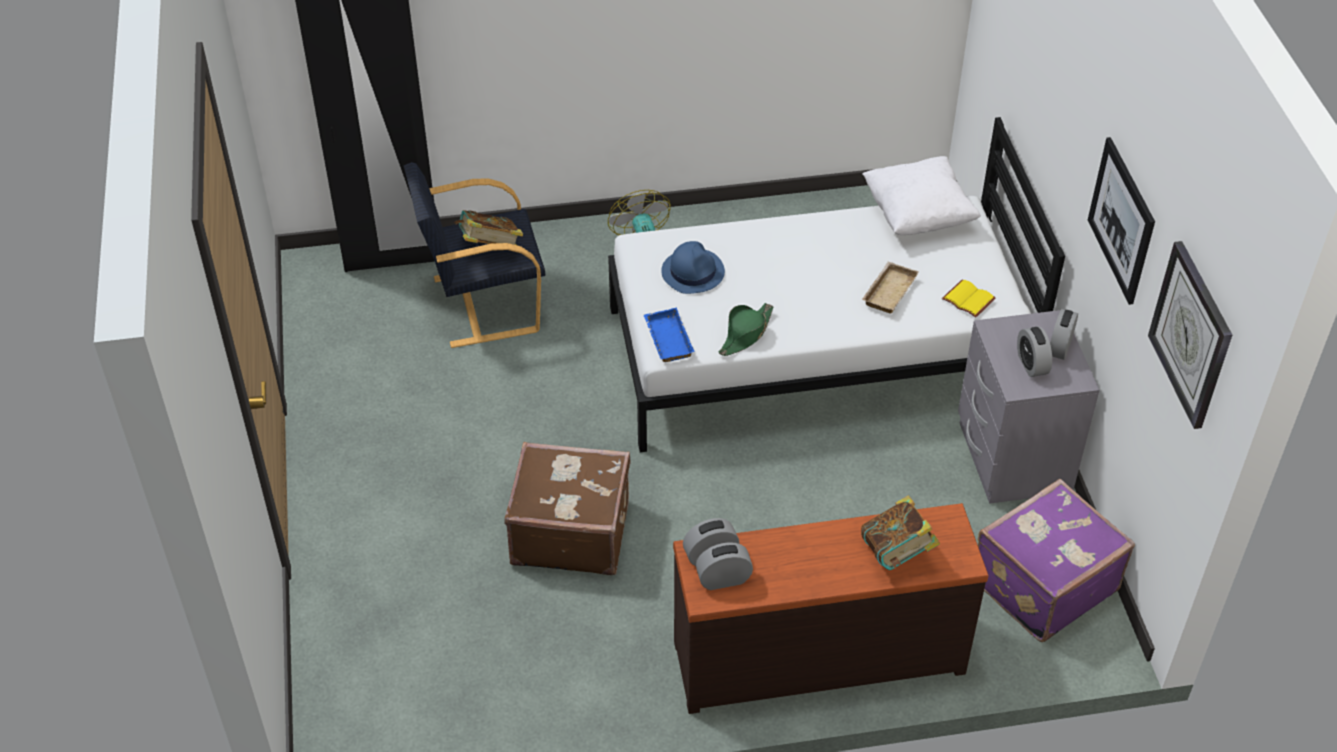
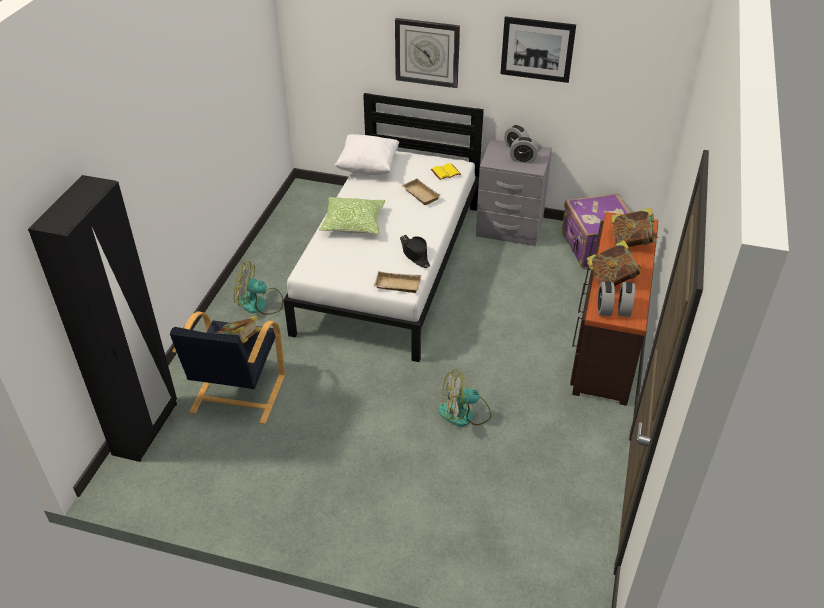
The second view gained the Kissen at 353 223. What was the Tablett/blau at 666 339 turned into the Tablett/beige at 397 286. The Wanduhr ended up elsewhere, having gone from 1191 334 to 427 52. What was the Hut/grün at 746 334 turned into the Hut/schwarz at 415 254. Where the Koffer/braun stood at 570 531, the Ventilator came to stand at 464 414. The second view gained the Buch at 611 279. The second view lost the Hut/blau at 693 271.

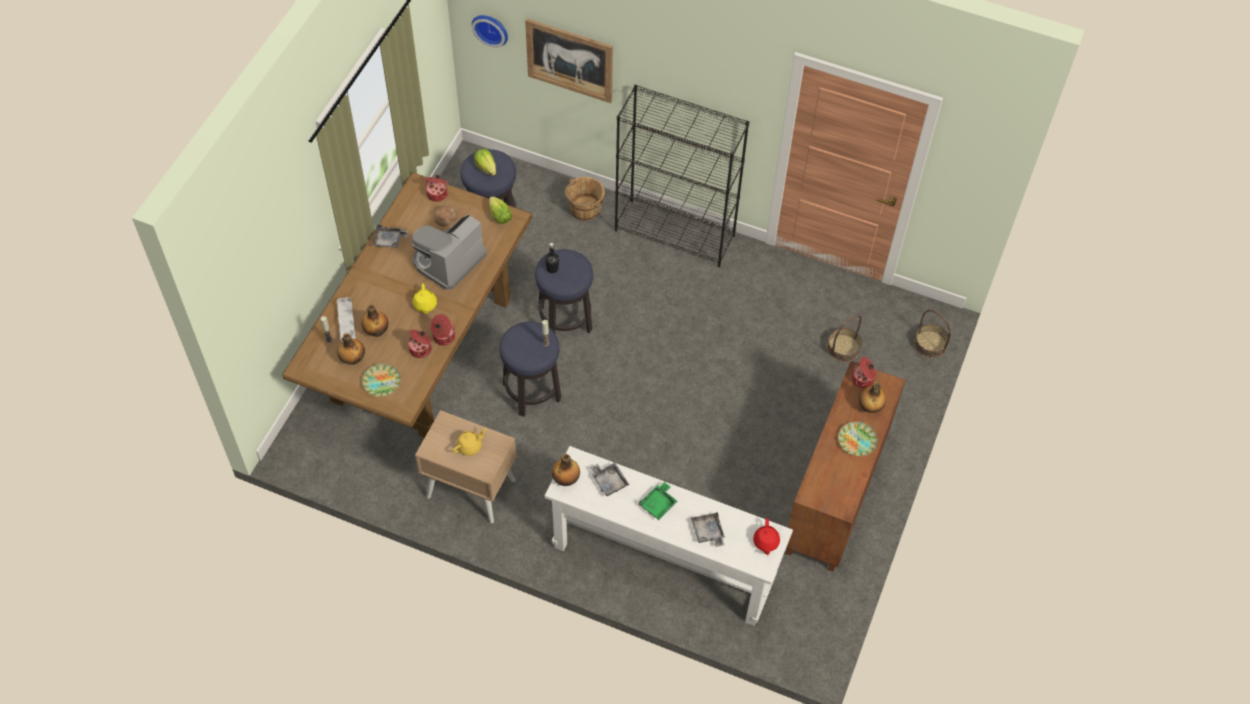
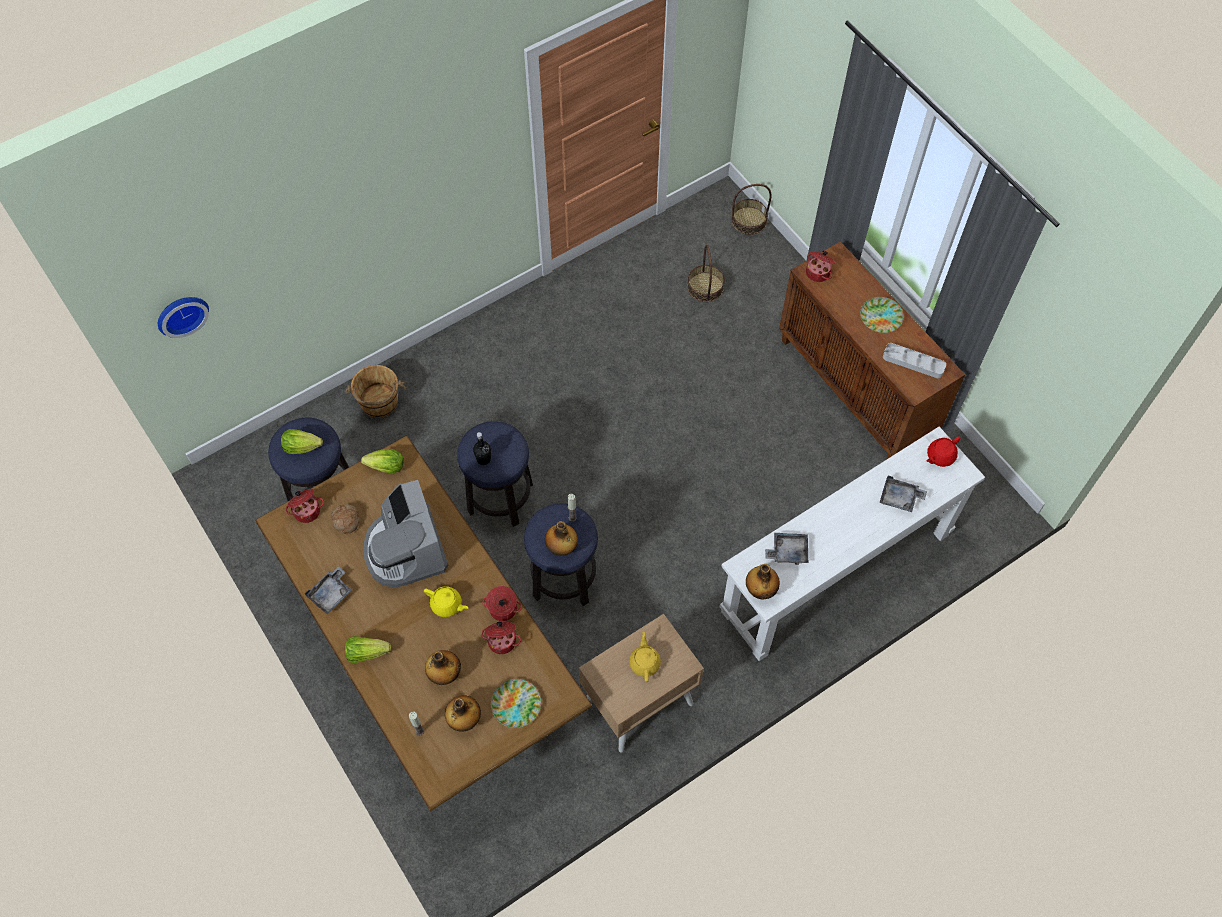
The second view gained the Salatkopf at 366 652. The Flasche ended up elsewhere, having gone from 869 407 to 561 547. The Tablett/grau ended up elsewhere, having gone from 346 323 to 913 362. The Teekanne/rot at 765 542 ended up facing another way, 105 degrees clockwise from before. The second view lost the Bild at 570 60. The second view lost the Bücherregal/schwarz at 675 233. The second view lost the Tablett/grün at 658 504.

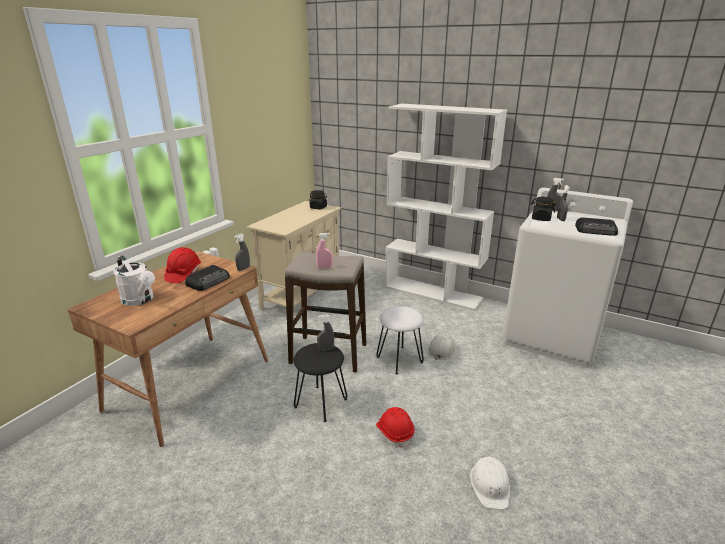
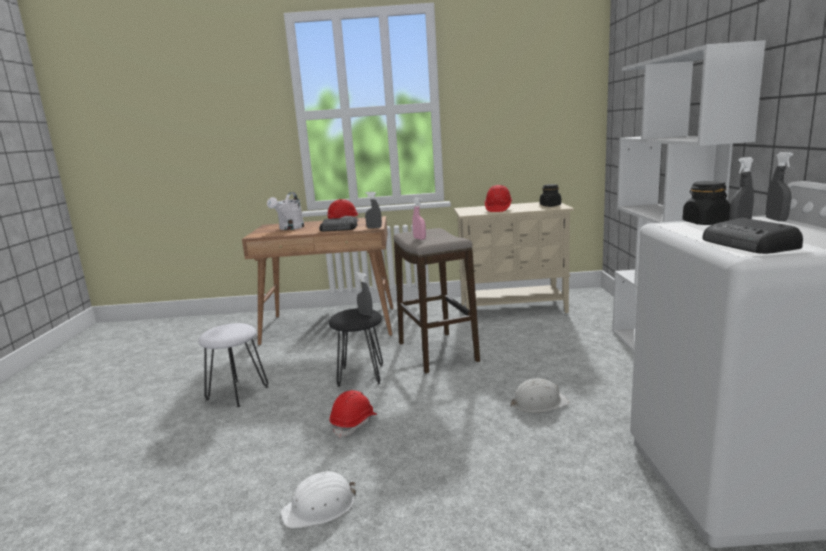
The Hocker/weiß ended up elsewhere, having gone from 400 359 to 238 393. The second view gained the Schutzhelm/rot at 498 209.

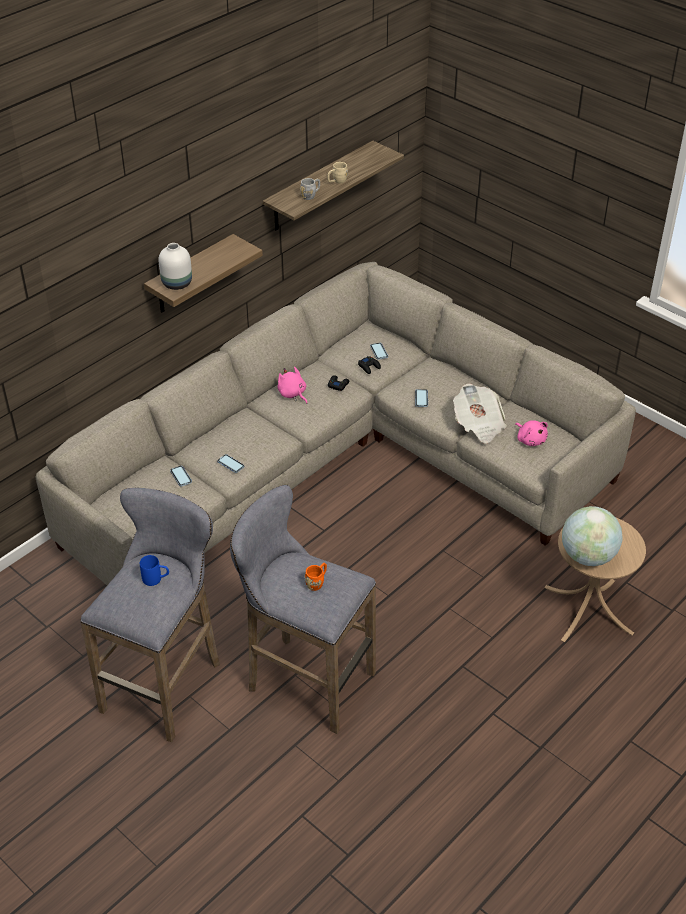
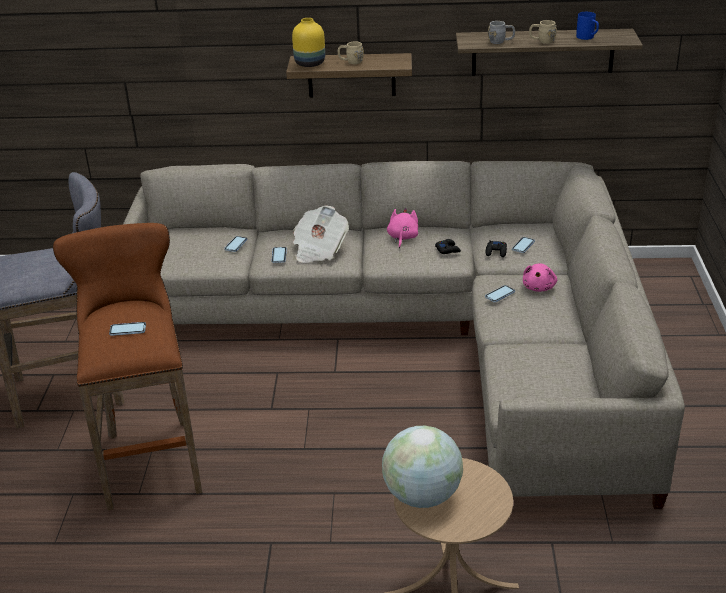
What was the Hocker/grau at 305 680 turned into the Hocker/braun at 151 458. Where the Henkelbecher/orange stood at 317 582, the Handy came to stand at 128 330. What was the Vase/weiß at 178 283 turned into the Vase/gelb at 310 64. The Zeitung ended up elsewhere, having gone from 478 425 to 319 249. The second view gained the Henkelbecher/beige at 351 61. The Plüschtier/rosa ended up elsewhere, having gone from 530 439 to 539 287. The Henkelbecher/blau ended up elsewhere, having gone from 156 579 to 587 38.

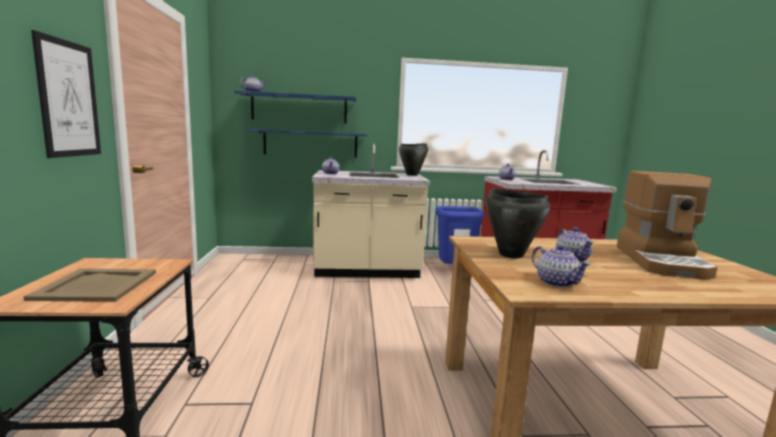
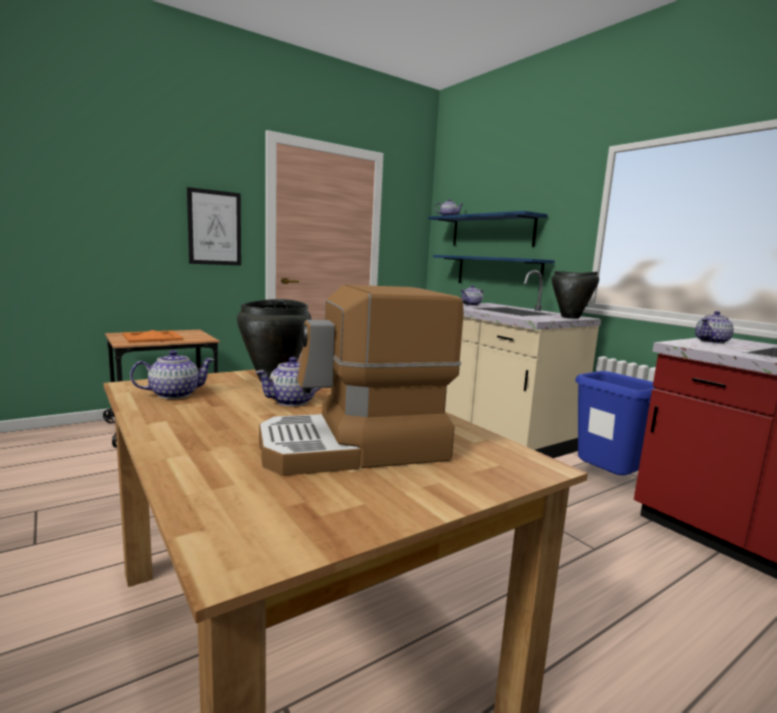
What was the Tablett/beige at 95 285 turned into the Tablett/orange at 152 337. The Teekanne at 556 282 ended up facing another way, 150 degrees counterclockwise from before.

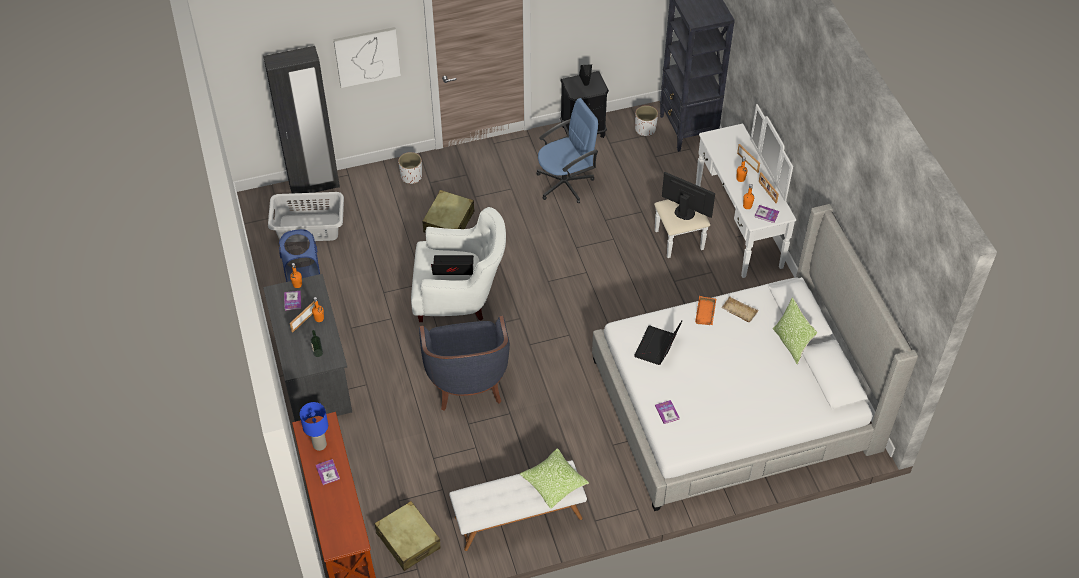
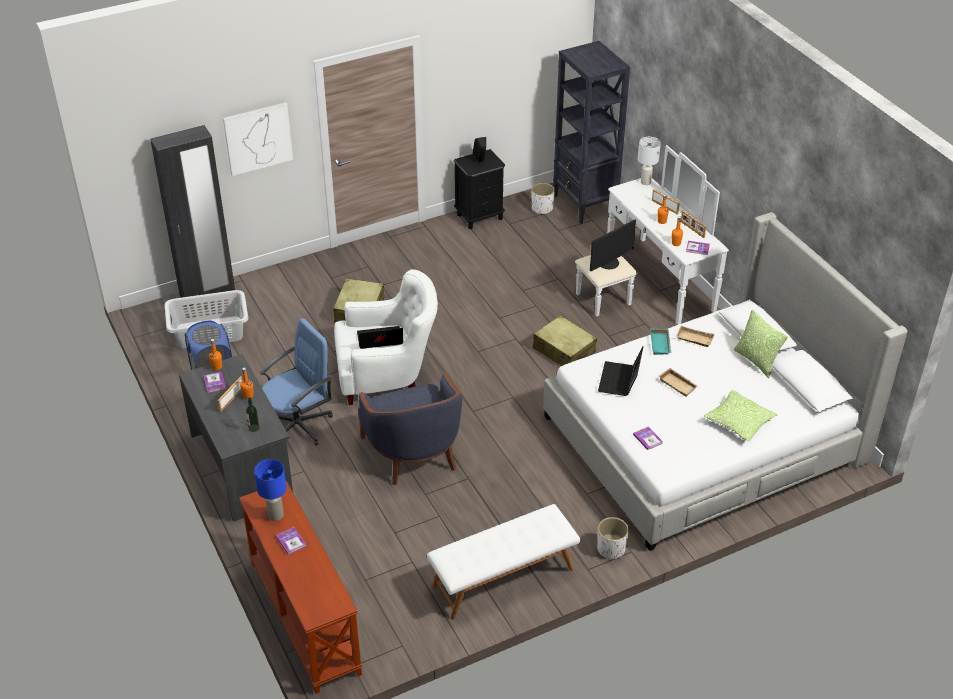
The Bürostuhl/blau ended up elsewhere, having gone from 565 183 to 299 425. The Koffer/beige ended up elsewhere, having gone from 408 541 to 564 350. The Monitor at 685 211 ended up facing another way, 120 degrees clockwise from before. The Pflanzkübel/weiß ended up elsewhere, having gone from 411 176 to 610 549. The second view gained the Tischlampe/weiß at 645 182. What was the Tablett/orange at 706 313 turned into the Tablett/türkis at 661 344. The second view gained the Tablett/beige at 678 384. The Kissen ended up elsewhere, having gone from 554 483 to 739 422.

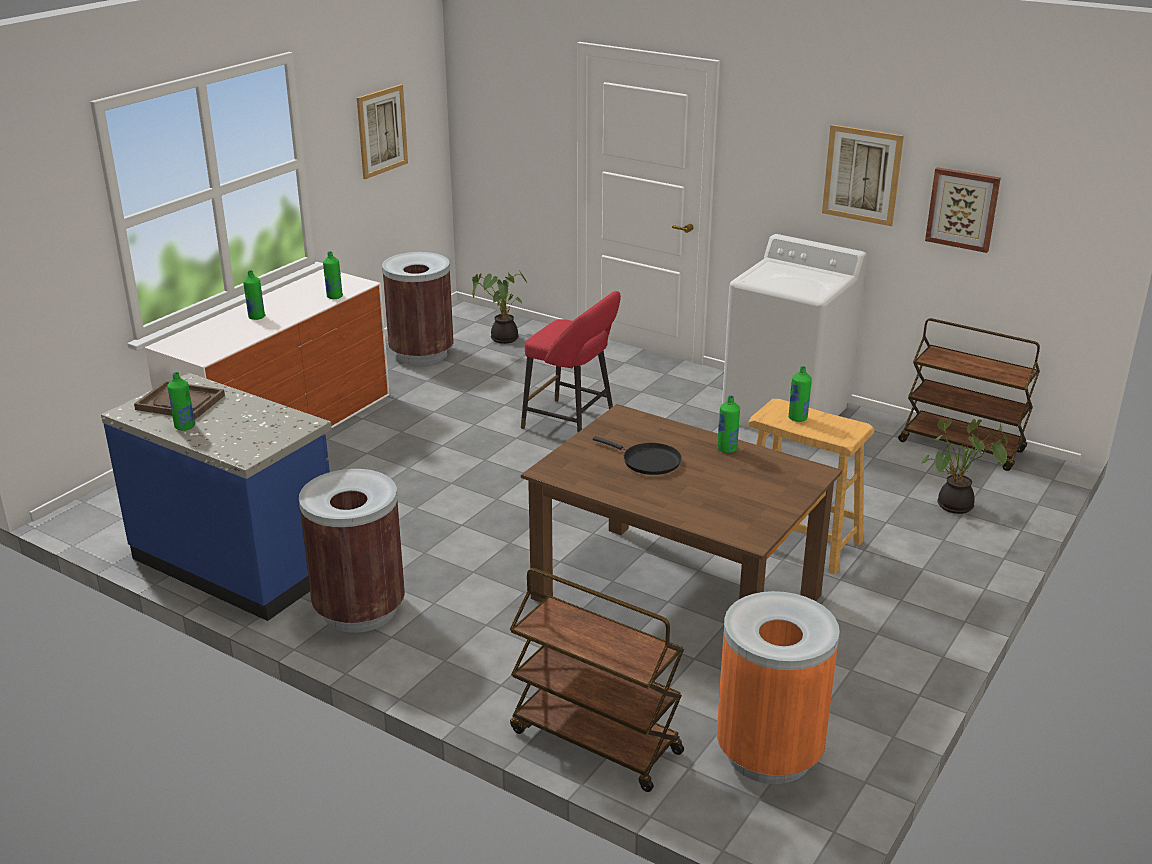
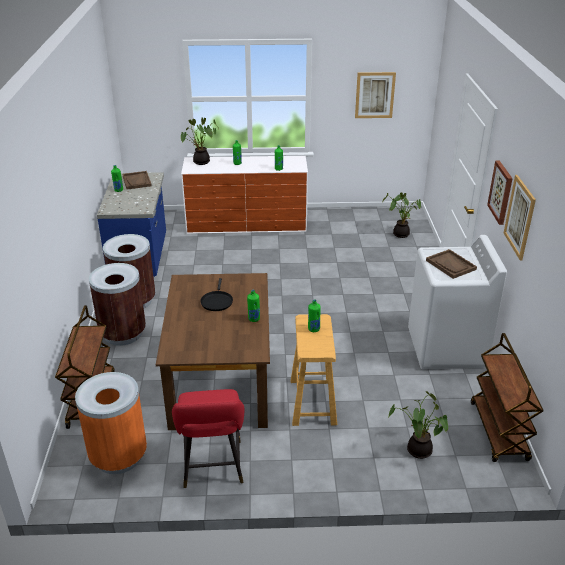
The Mülleimer/braun ended up elsewhere, having gone from 421 354 to 122 334. The Hocker/rot ended up elsewhere, having gone from 573 423 to 213 467. The second view gained the Topfpflanze at 200 162. The second view gained the Tablett/braun at 451 265. The Bild ended up elsewhere, having gone from 962 209 to 501 192.

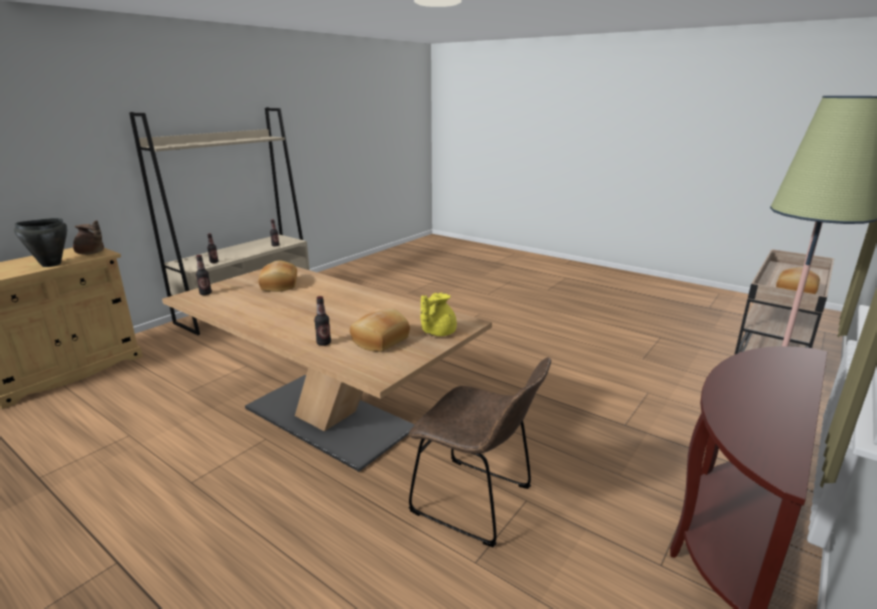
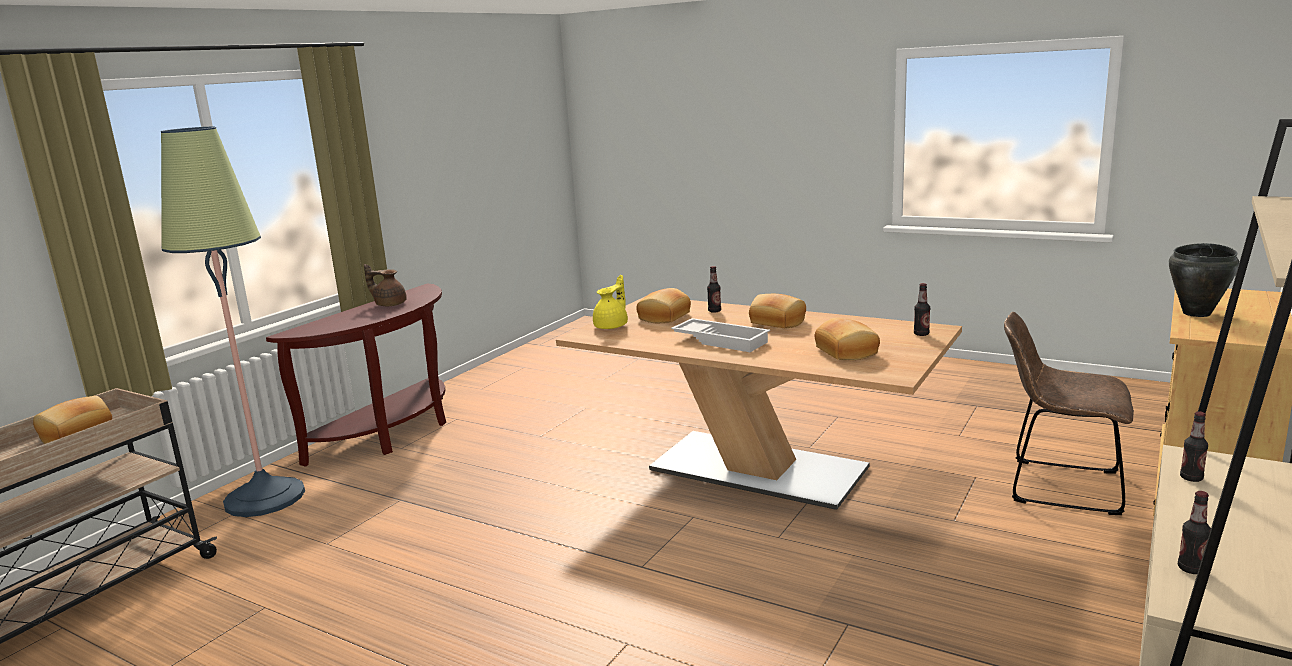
The Teekanne/braun ended up elsewhere, having gone from 91 253 to 389 304. The second view gained the Tablett/weiß at 722 340. The second view gained the Brot at 777 322. The Stuhl/braun ended up elsewhere, having gone from 477 502 to 1057 486.

